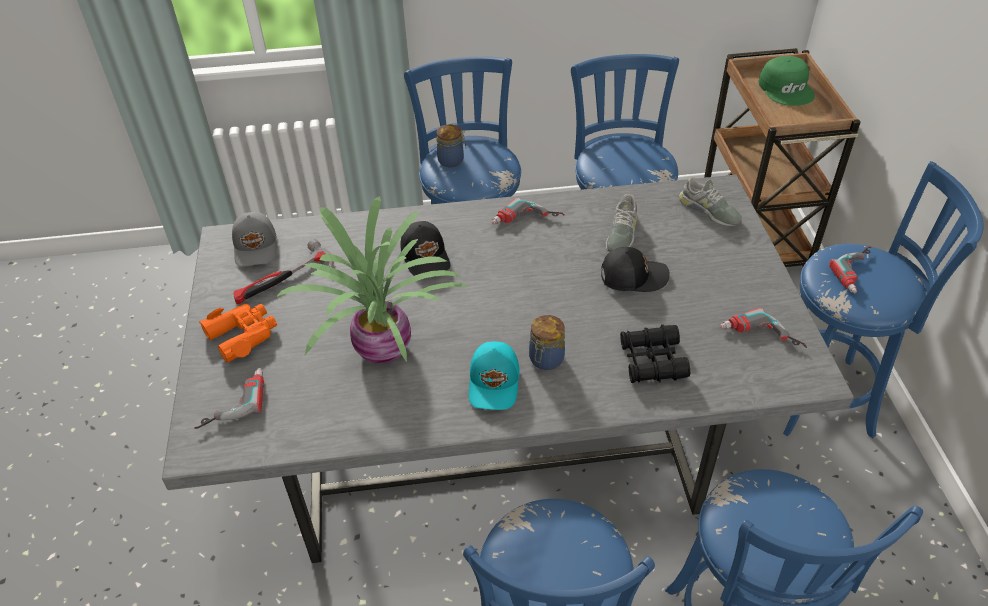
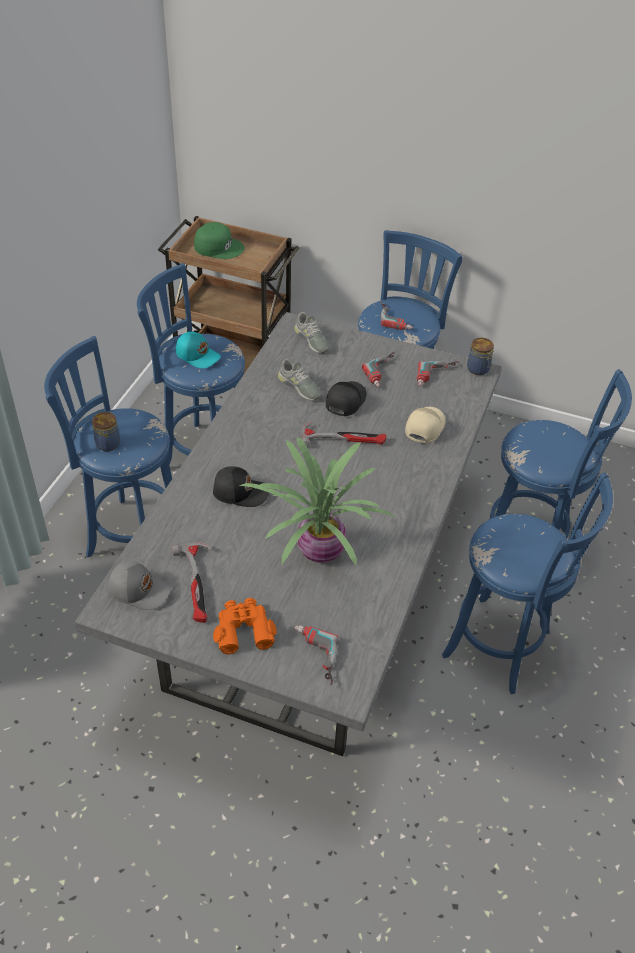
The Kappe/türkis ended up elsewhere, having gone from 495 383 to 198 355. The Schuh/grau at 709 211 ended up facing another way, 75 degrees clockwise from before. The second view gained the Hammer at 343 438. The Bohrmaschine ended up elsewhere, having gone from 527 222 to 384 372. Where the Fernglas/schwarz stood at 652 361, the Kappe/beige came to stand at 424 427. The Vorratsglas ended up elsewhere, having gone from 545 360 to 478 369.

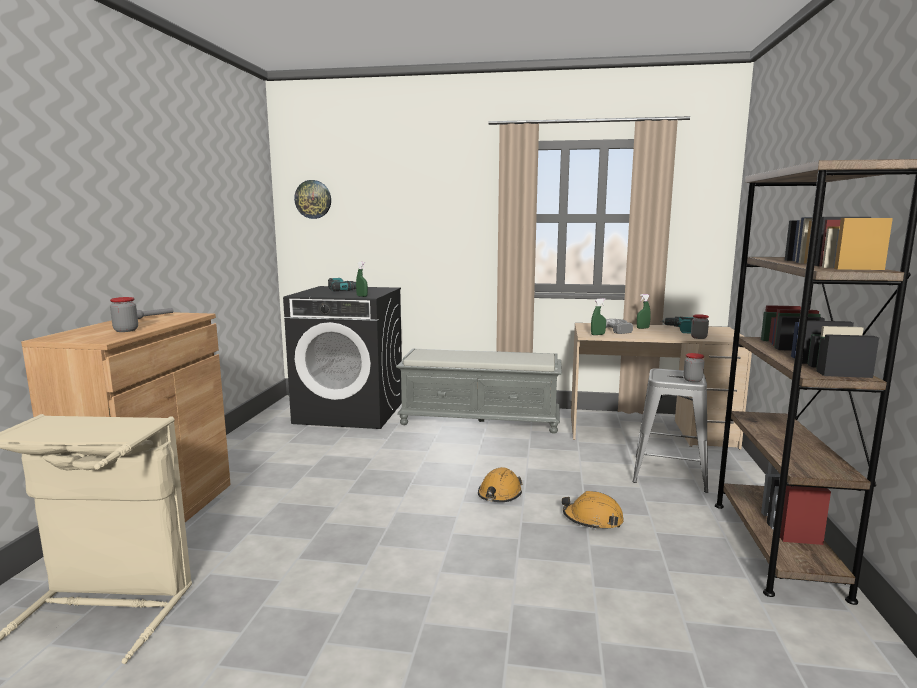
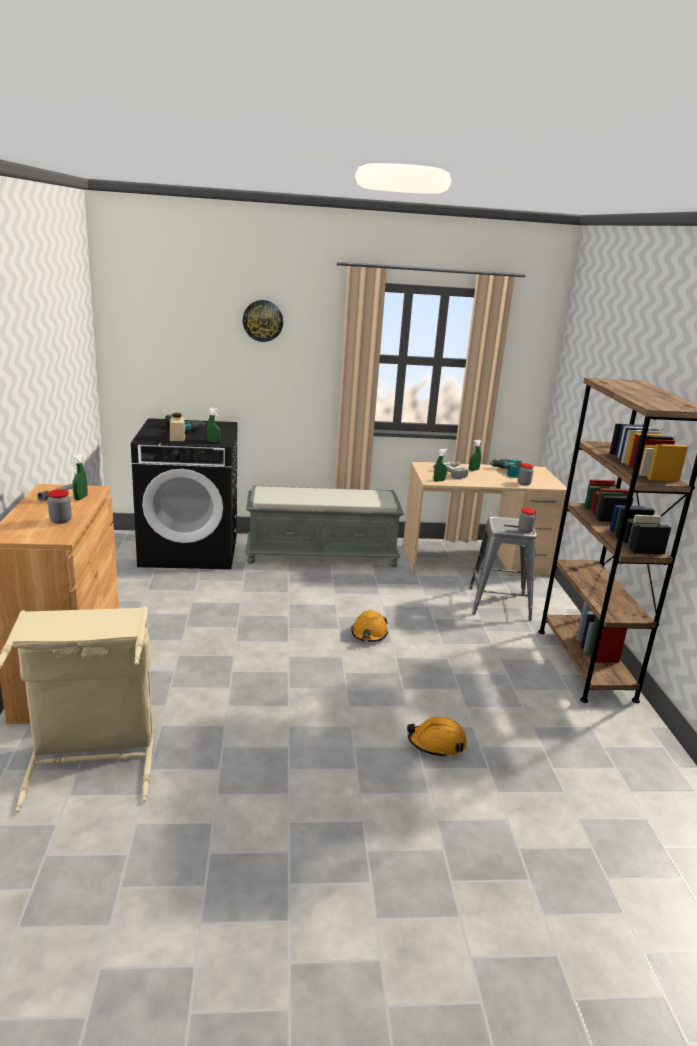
The second view gained the Sprühflasche/grün at 81 498. The second view gained the Vorratsglas/beige at 177 438. The Wanduhr ended up elsewhere, having gone from 313 199 to 263 320. The Schutzhelm/orange ended up elsewhere, having gone from 592 520 to 436 744.

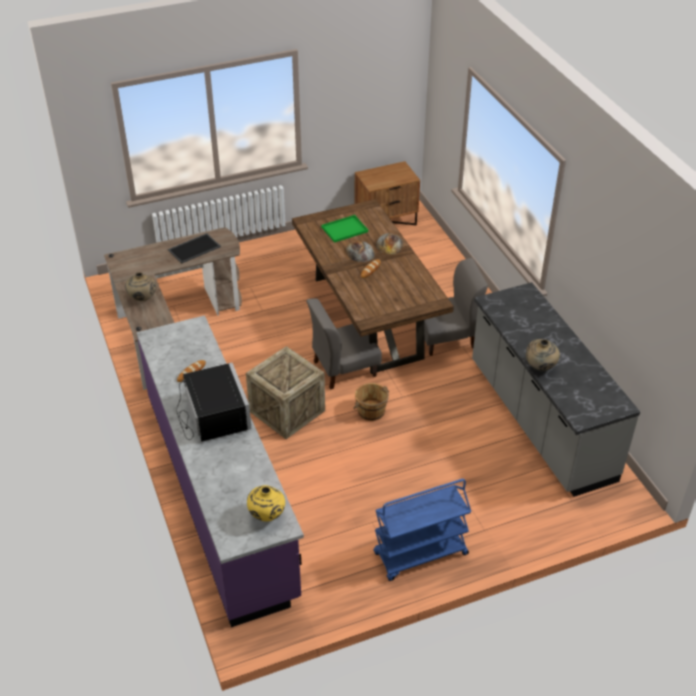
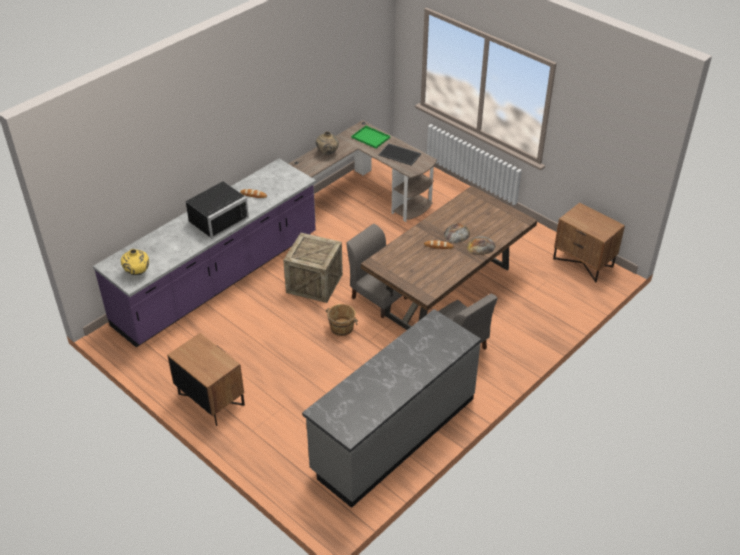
Where the Rollwagen/blau stood at 420 555, the Nachttisch/braun came to stand at 210 400. The Tablett/grün ended up elsewhere, having gone from 345 229 to 371 137. The second view lost the Vase/beige at 540 367.

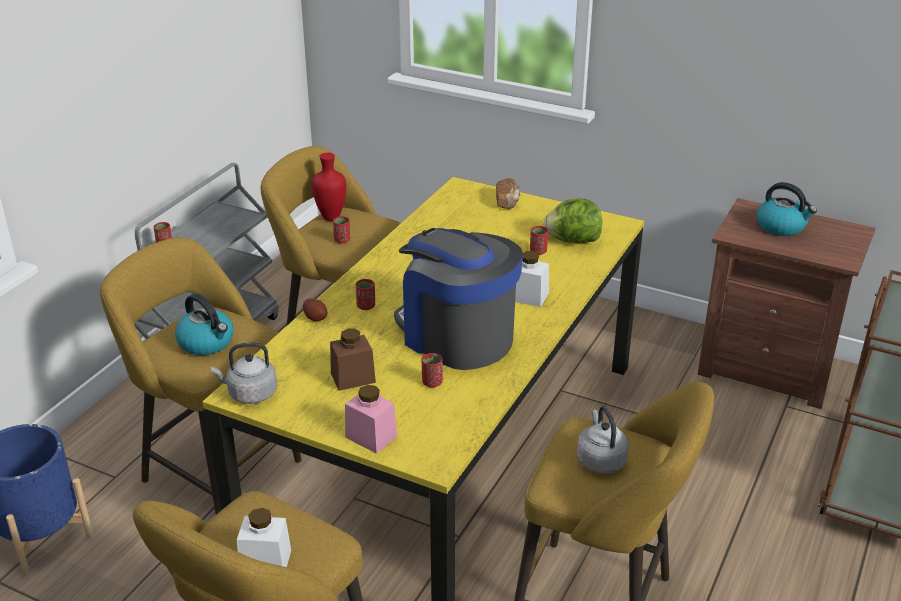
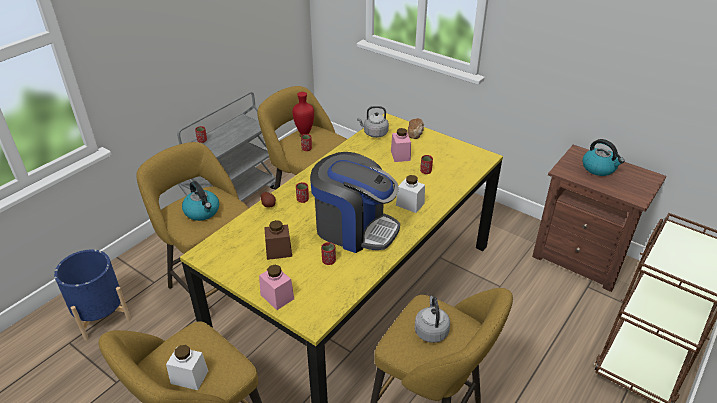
The Kaffeemaschine at 456 336 ended up facing another way, 150 degrees clockwise from before. The Wasserkessel/grau ended up elsewhere, having gone from 250 394 to 374 133. The second view gained the Vorratsglas/rosa at 400 155. The second view lost the Salatkopf at 573 241.

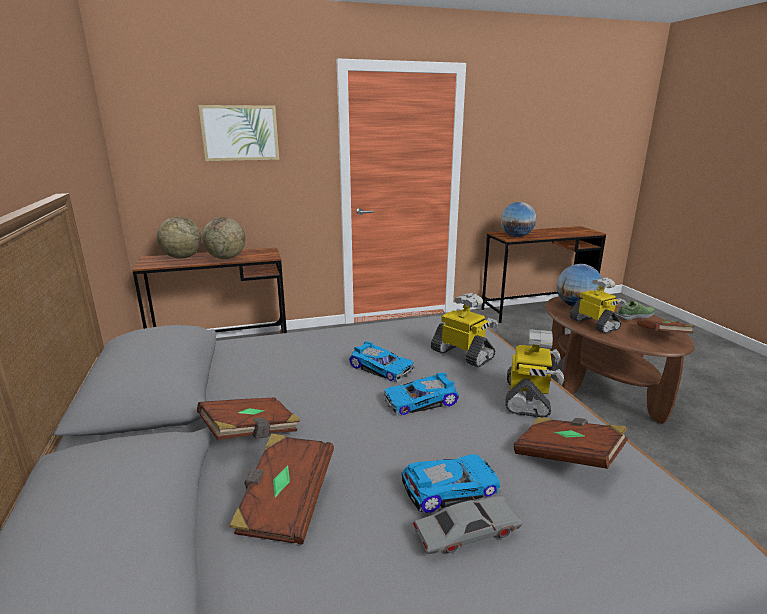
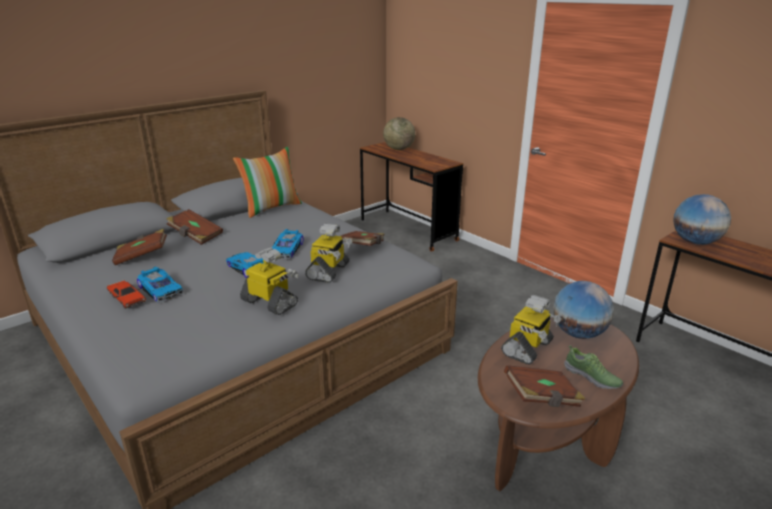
What was the Spielzeugauto/grau at 466 533 turned into the Spielzeugauto/rot at 127 299. The second view gained the Kissen at 271 208. The Spielzeugroboter at 528 399 ended up facing another way, 135 degrees counterclockwise from before. The Buch/braun ended up elsewhere, having gone from 567 457 to 364 247. The second view lost the Bild at 240 133. The second view lost the Globus at 226 258.

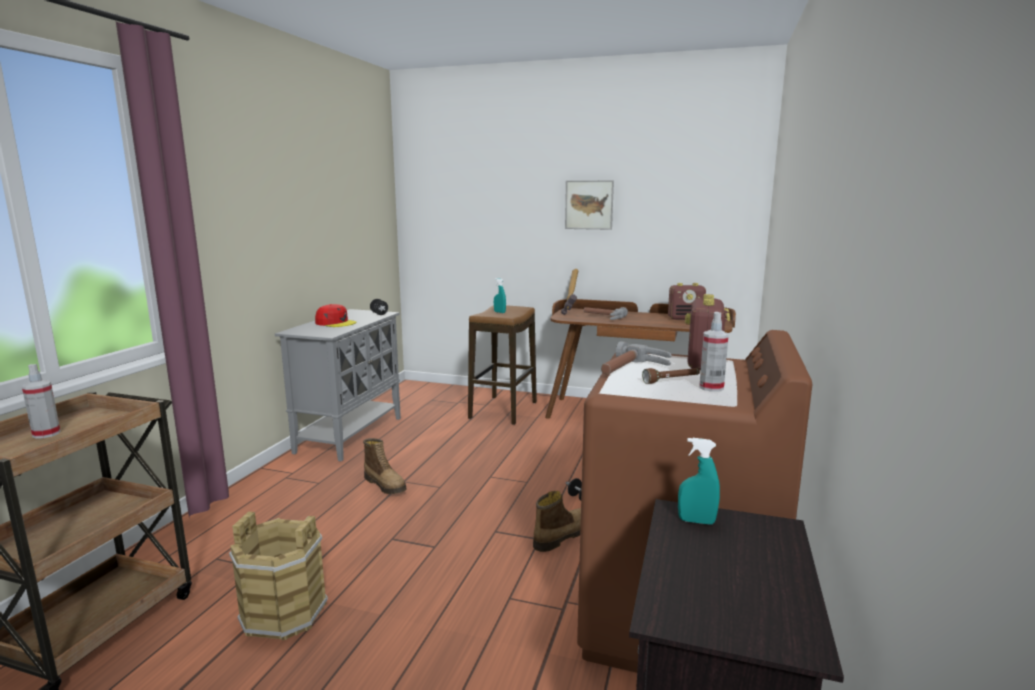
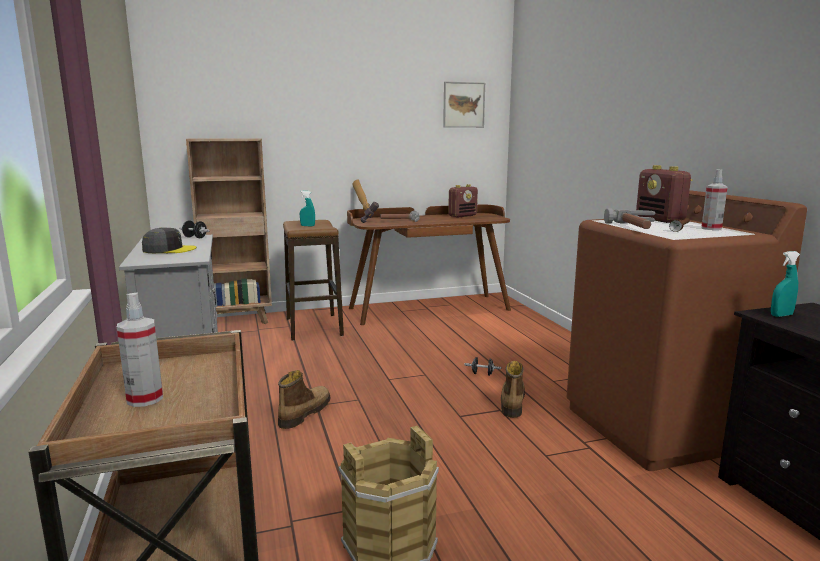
What was the Kappe/rot at 335 323 turned into the Kappe/grau at 169 249. The second view gained the Bücherregal/braun at 239 321. The Stiefel at 386 485 ended up facing another way, 75 degrees counterclockwise from before. The Bild ended up elsewhere, having gone from 589 205 to 463 105.

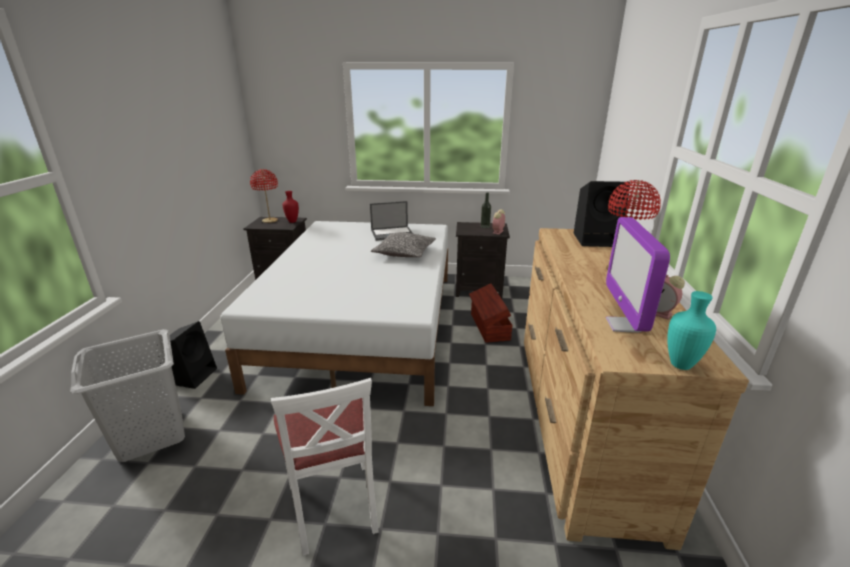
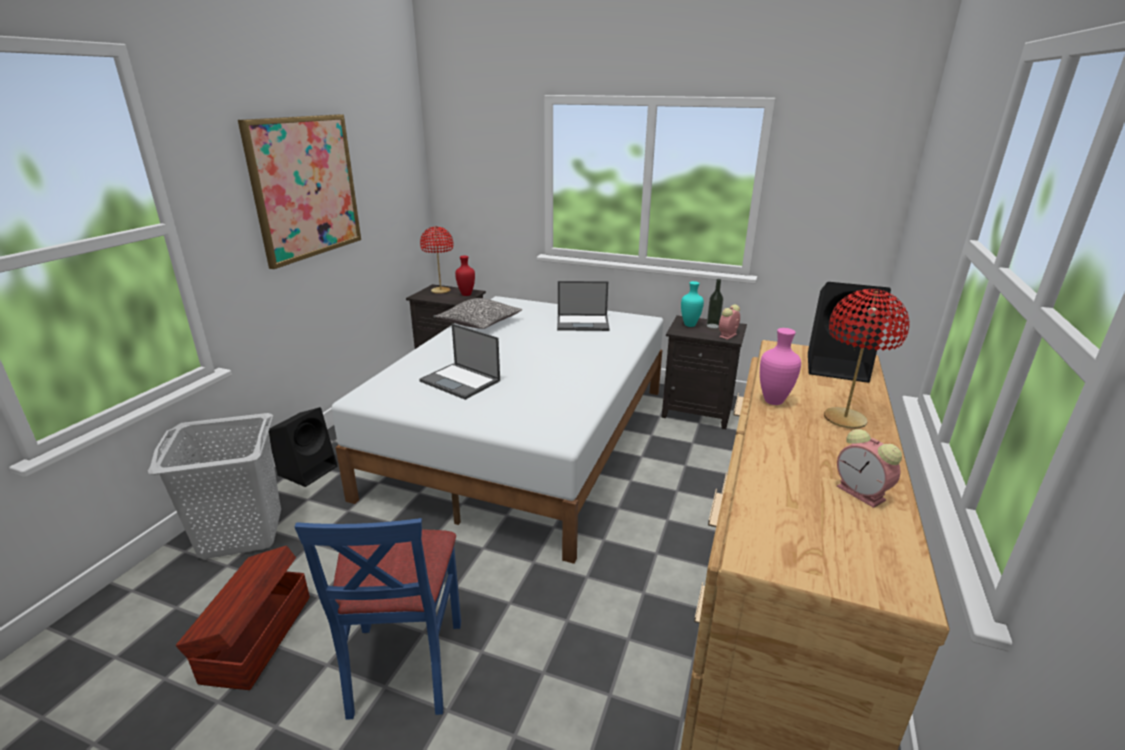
The Aufbewahrungsbox/braun ended up elsewhere, having gone from 489 327 to 255 638. The second view gained the Bild at 305 188. What was the Stuhl/weiß at 334 505 turned into the Stuhl/blau at 404 665. The second view gained the Laptop at 461 381. The Kissen ended up elsewhere, having gone from 404 252 to 480 323. The Vase/türkis ended up elsewhere, having gone from 680 364 to 690 325. The second view gained the Vase/rosa at 773 402. The second view lost the Monitor at 624 325.

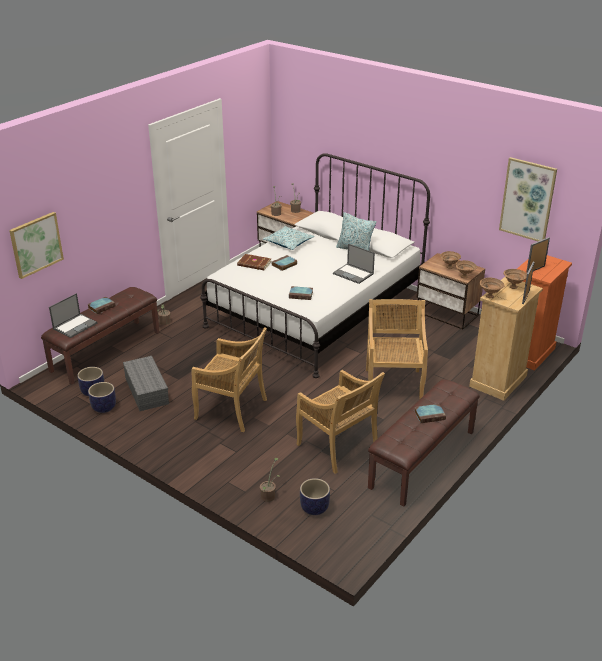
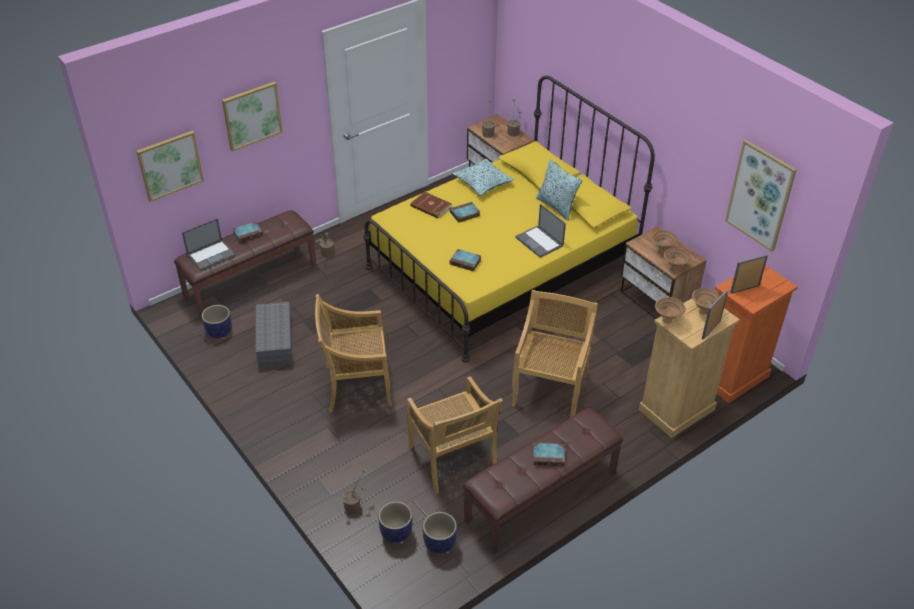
The second view gained the Bild at 252 115. The Stuhl/beige at 232 410 ended up facing another way, 135 degrees clockwise from before. What was the Bett/weiß at 316 311 turned into the Bett/gelb at 502 268. The Pflanzkübel ended up elsewhere, having gone from 104 407 to 439 542.

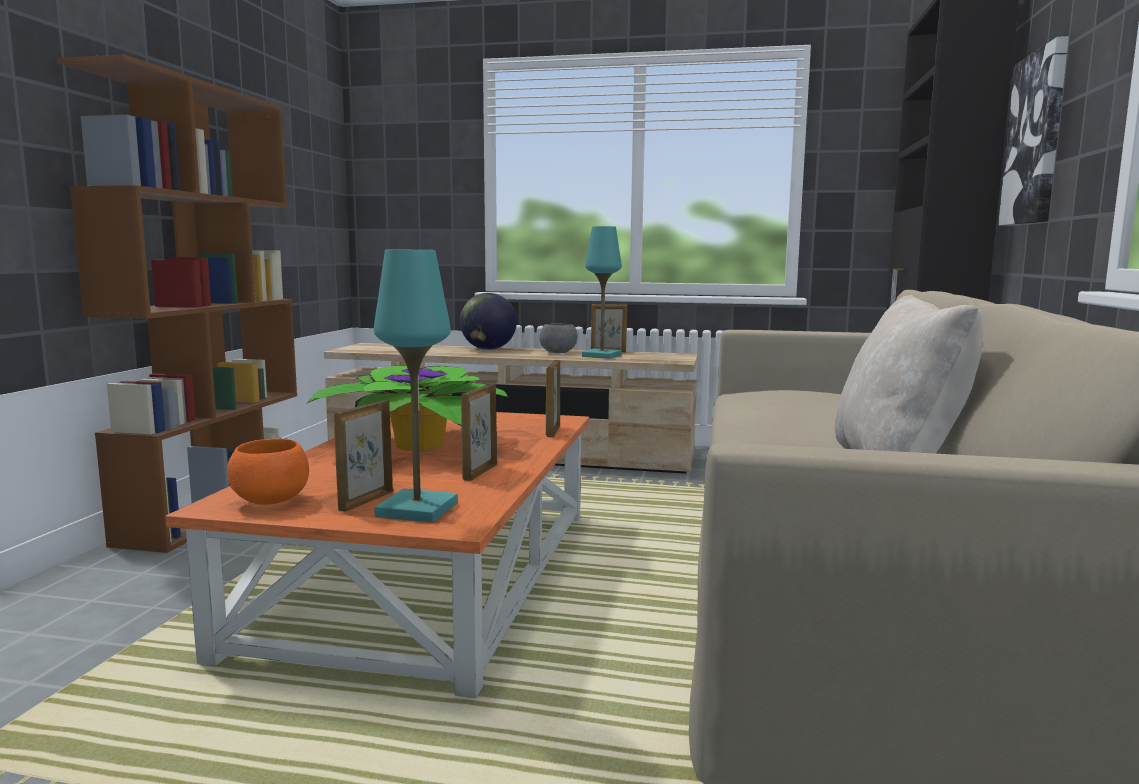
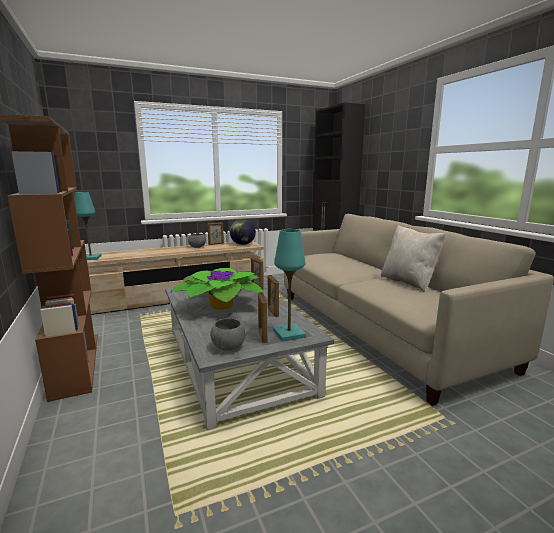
The Tischlampe/türkis ended up elsewhere, having gone from 601 356 to 90 258. What was the Couchtisch/orange at 432 576 turned into the Couchtisch/grau at 237 360. What was the Schüssel/orange at 270 502 turned into the Schüssel/grau at 228 348. The Globus ended up elsewhere, having gone from 488 349 to 242 244. The second view lost the Bild at 1036 139.

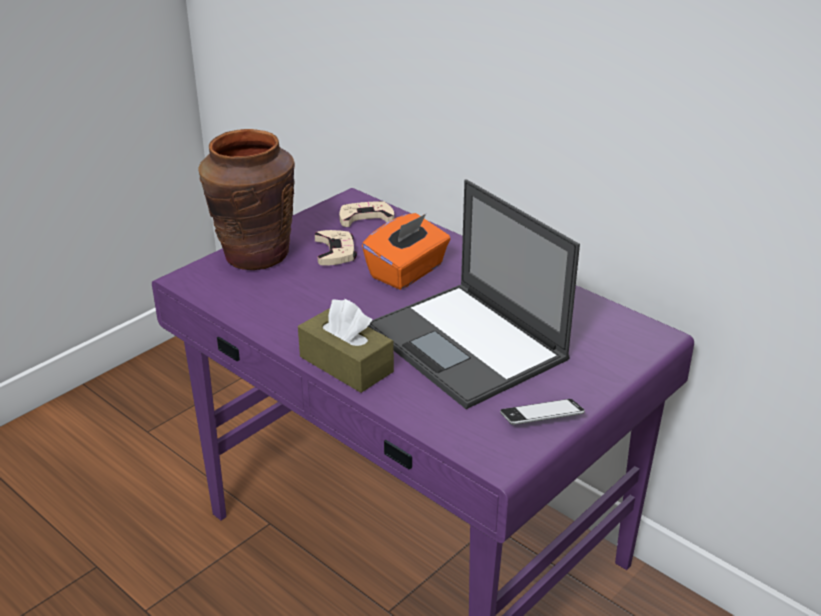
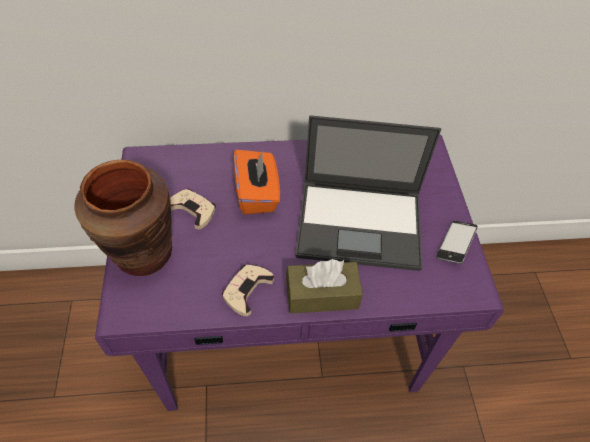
The Gamepad/beige ended up elsewhere, having gone from 365 218 to 247 290.

